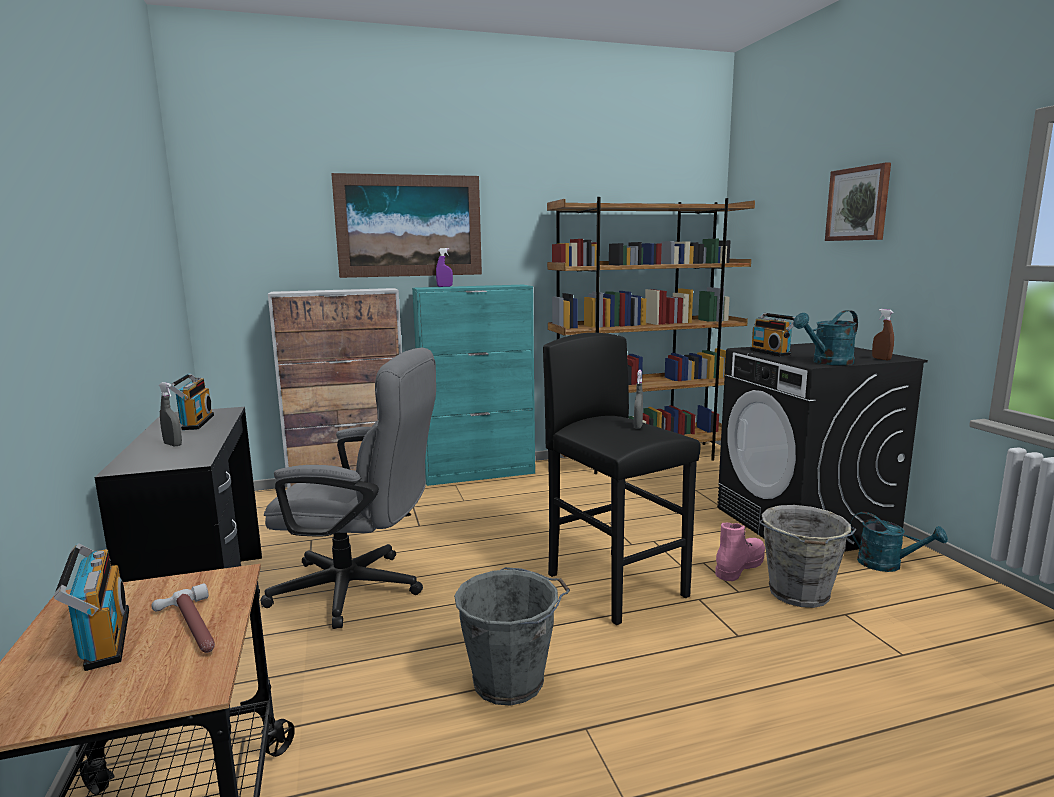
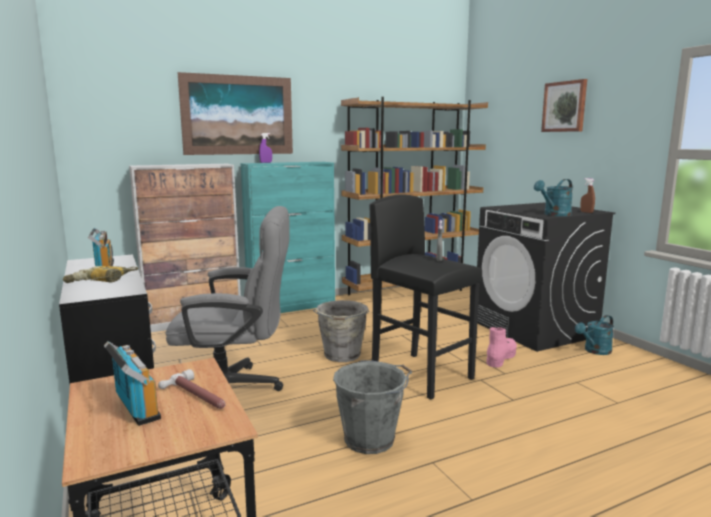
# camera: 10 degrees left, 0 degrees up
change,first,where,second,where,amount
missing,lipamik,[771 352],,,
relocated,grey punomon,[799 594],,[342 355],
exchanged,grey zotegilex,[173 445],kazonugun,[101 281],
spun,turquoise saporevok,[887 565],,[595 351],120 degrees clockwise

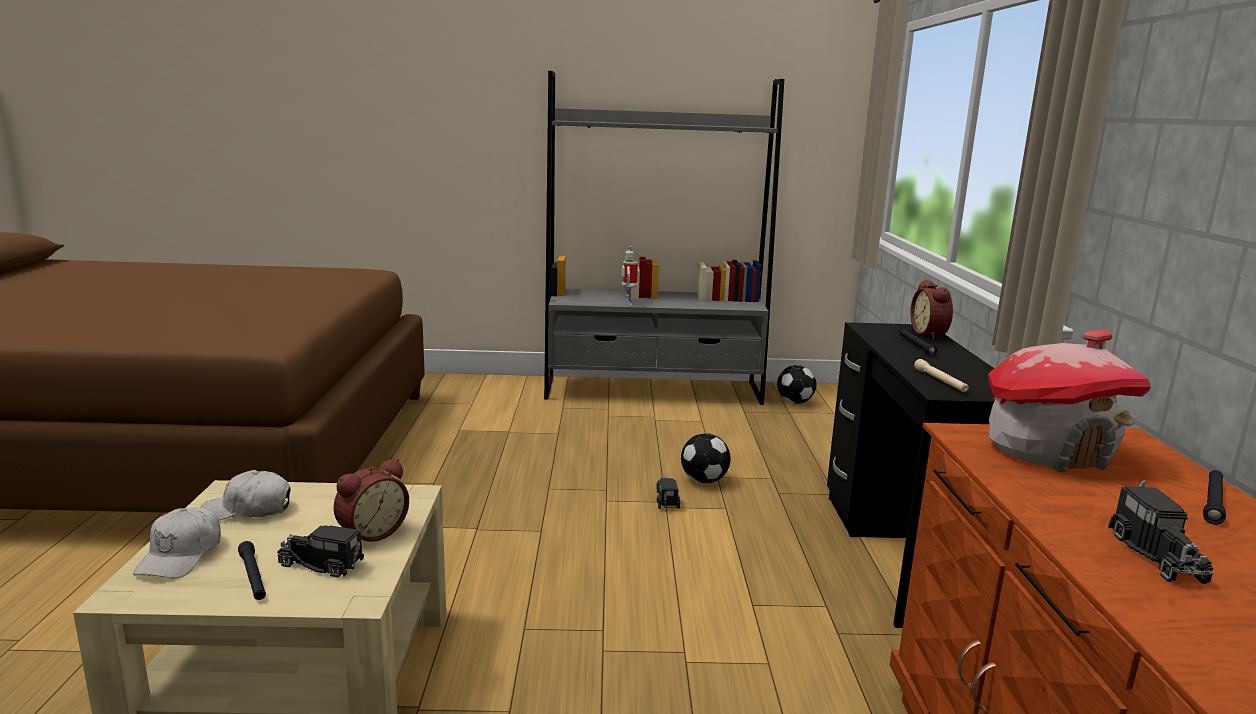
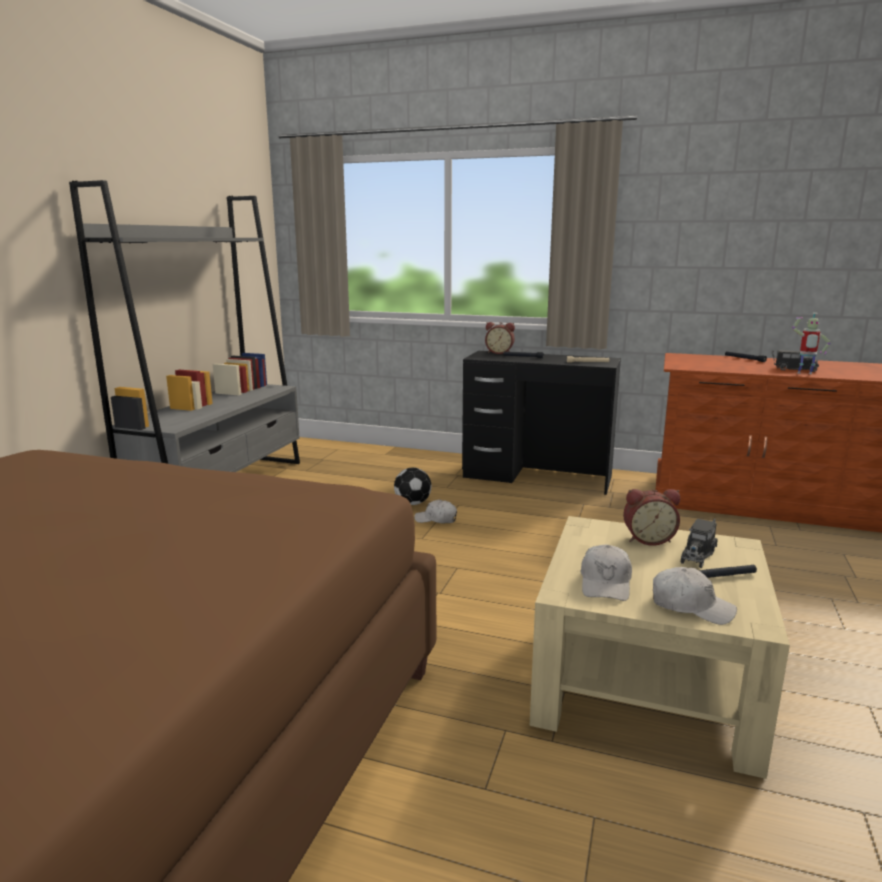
# camera: 70 degrees left, 0 degrees up
change,first,where,second,where,amount
missing,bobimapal,[795 402],,,
missing,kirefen,[1050 451],,,
relocated,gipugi,[628 303],,[804 374],
exchanged,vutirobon,[666 501],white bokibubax,[436 519],
spun,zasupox,[371 532],,[648 539],120 degrees clockwise

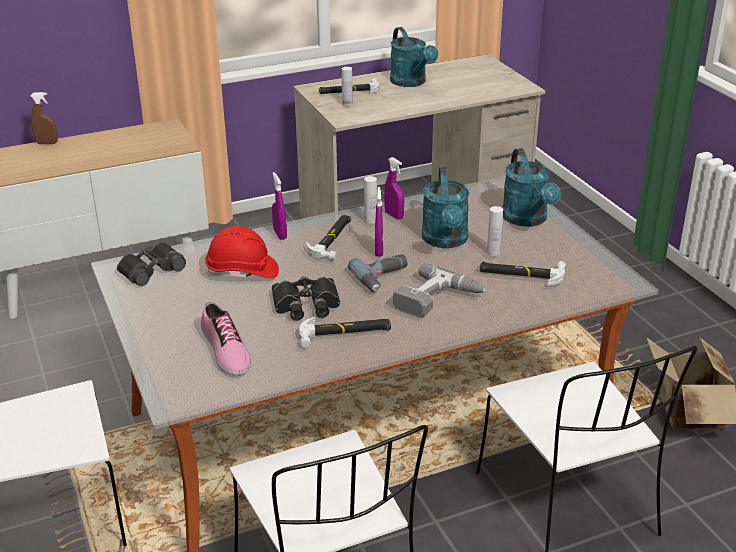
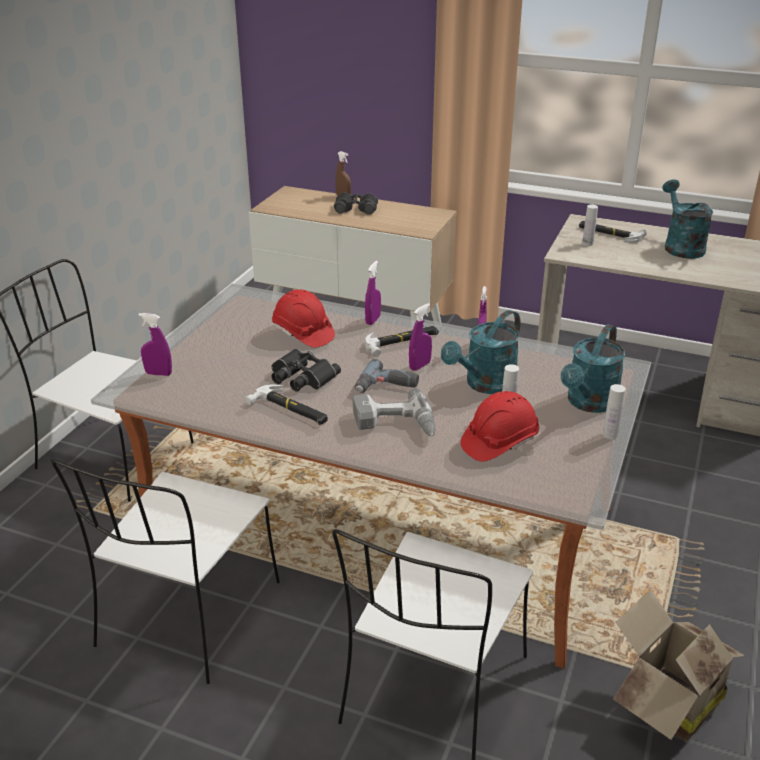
# camera: 45 degrees right, 0 degrees up
change,first,where,second,where,amount
missing,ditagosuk,[224 350],,,
appeared,,,purple zotegilex,[158 374],
relocated,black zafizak,[151 270],,[356 209],
relocated,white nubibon,[370 220],,[610 434],
exchanged,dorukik,[521 274],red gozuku,[499 442],
spun,turquoise saporevok,[411 83],,[680 246],150 degrees clockwise

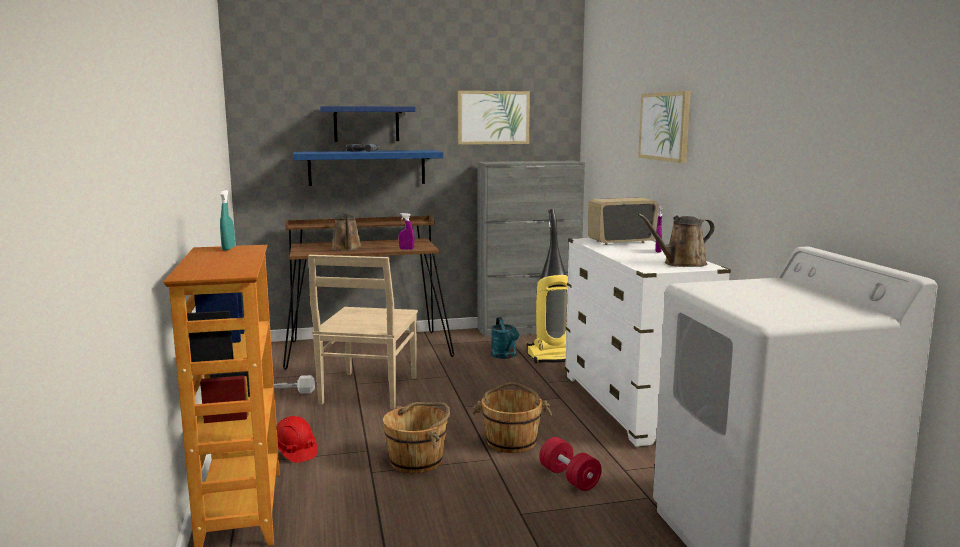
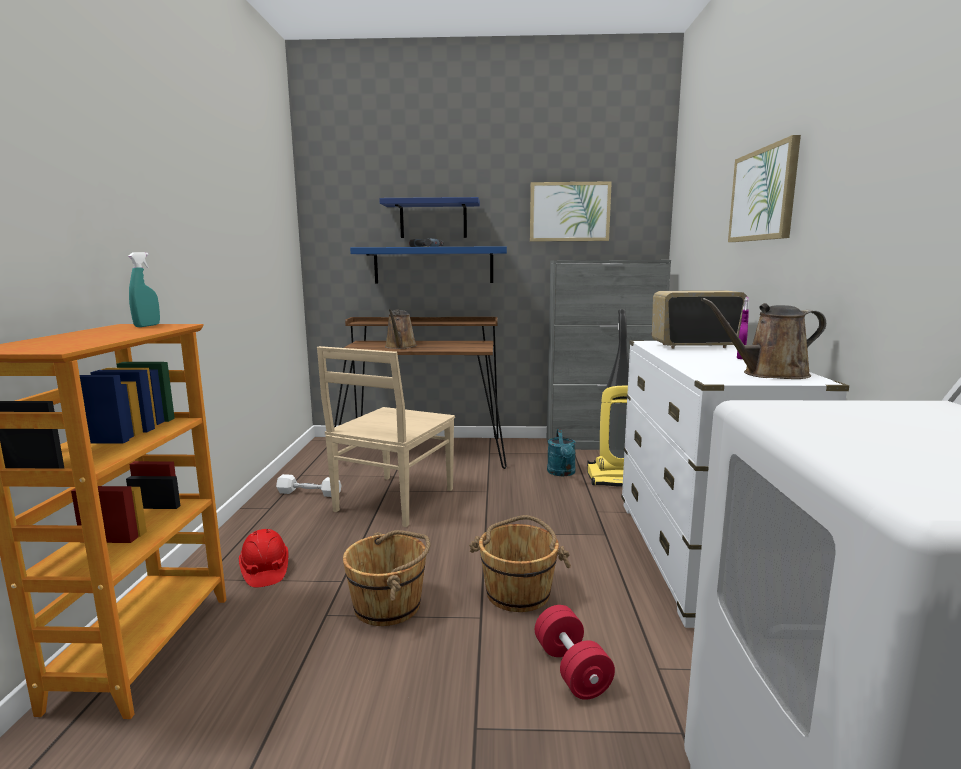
# camera: 15 degrees right, 0 degrees up
change,first,where,second,where,amount
missing,purple zotegilex,[406 249],,,

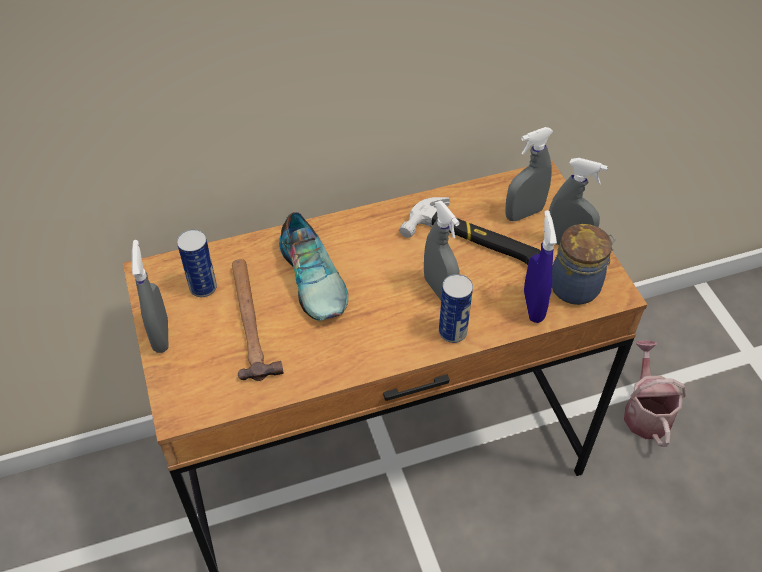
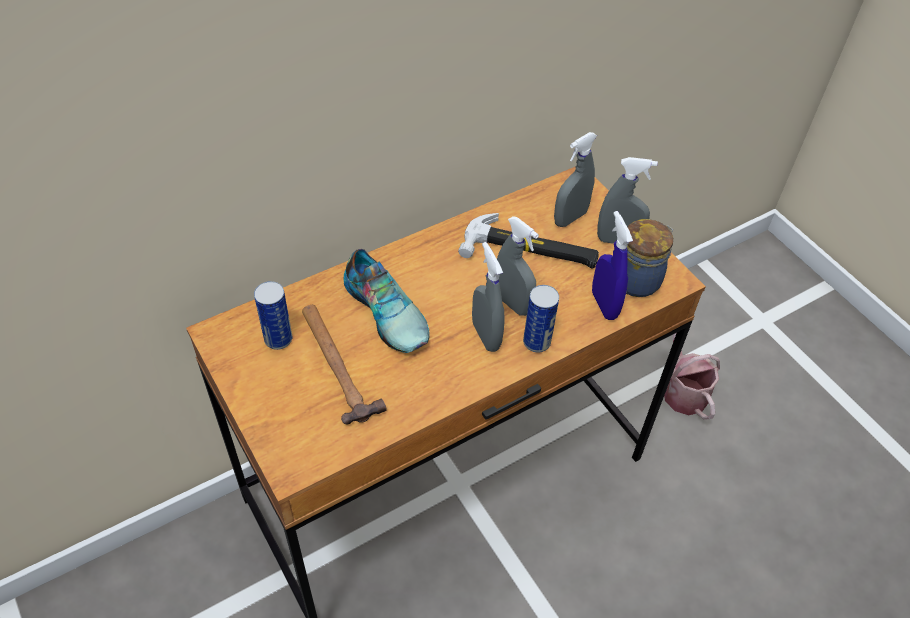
# camera: 15 degrees left, 0 degrees up
change,first,where,second,where,amount
relocated,grey zotegilex,[161 335],,[486 336],

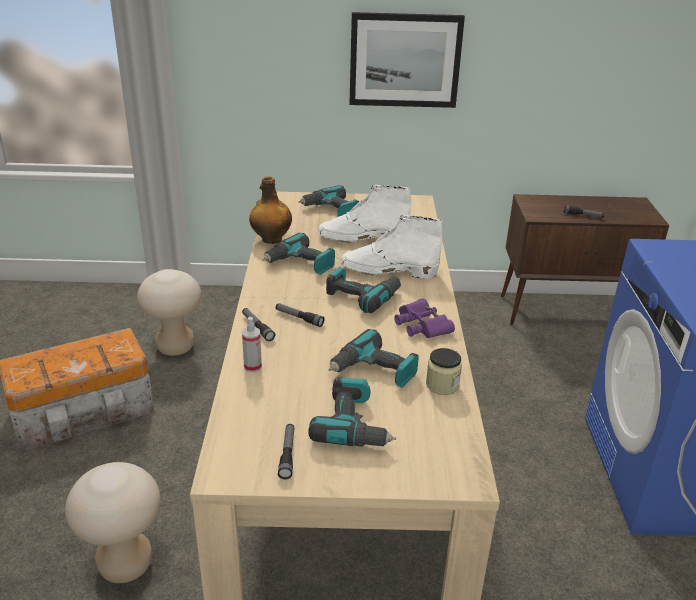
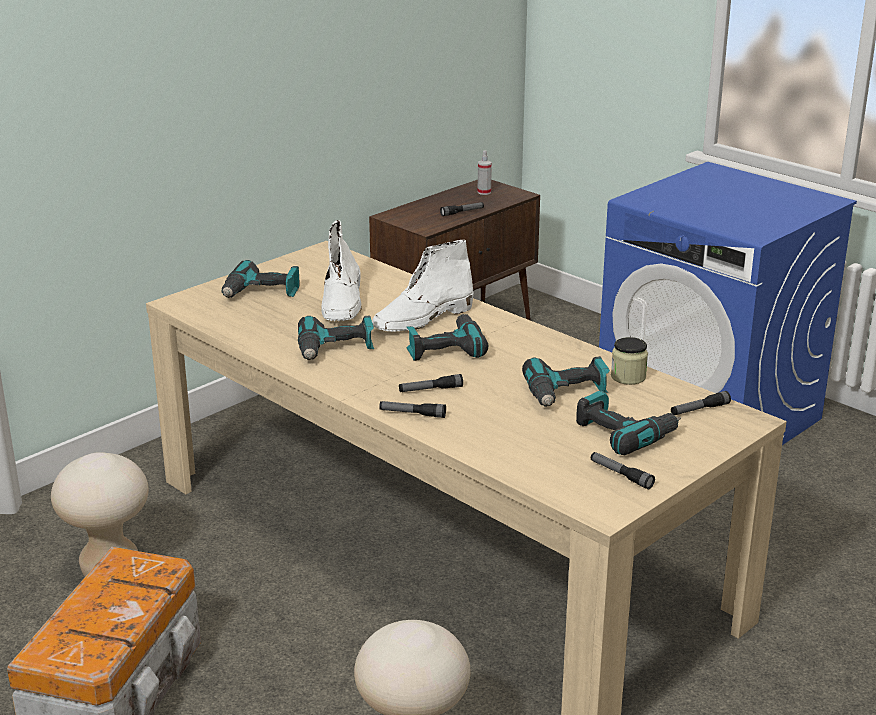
# camera: 45 degrees left, 5 degrees down
change,first,where,second,where,amount
missing,nubibon,[271 239],,,
missing,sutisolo,[405 60],,,
missing,purple zafizak,[422 325],,,
appeared,,,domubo,[699 410],
relocated,zotegilex,[252 366],,[484 192],
spun,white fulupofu,[362 237],,[342 303],45 degrees counterclockwise

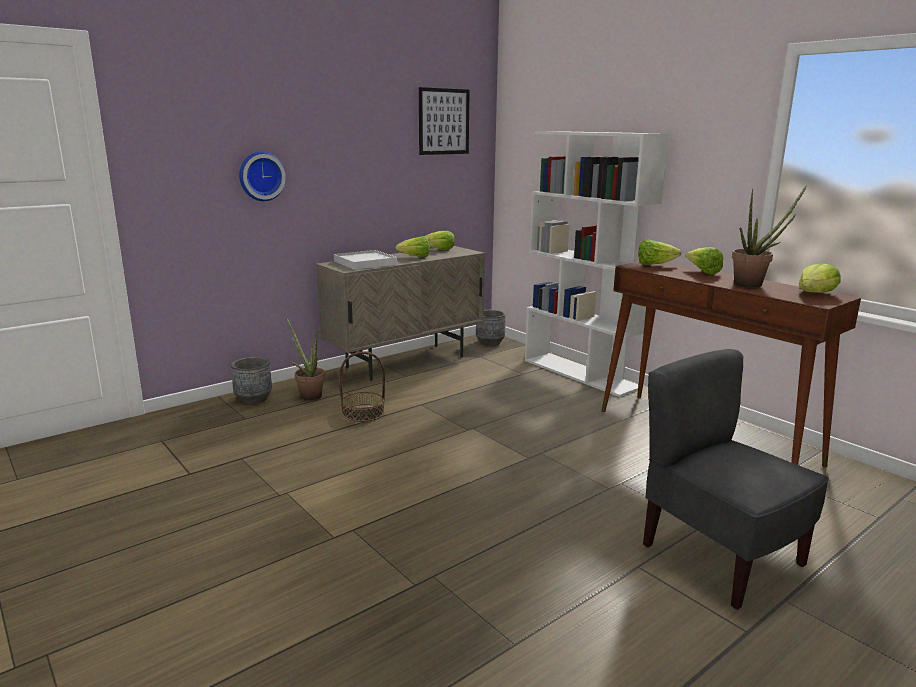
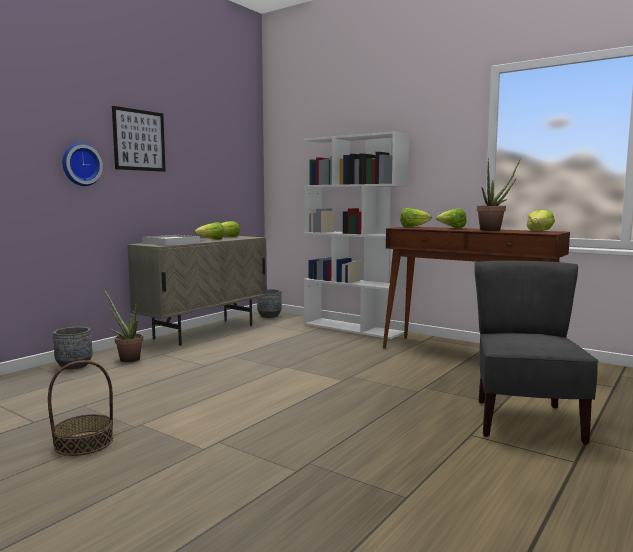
# camera: 15 degrees left, 10 degrees down
change,first,where,second,where,amount
relocated,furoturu,[363 413],,[84 443],
relocated,sutisolo,[444 121],,[139 140],
spun,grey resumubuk,[719 556],,[525 421],60 degrees clockwise

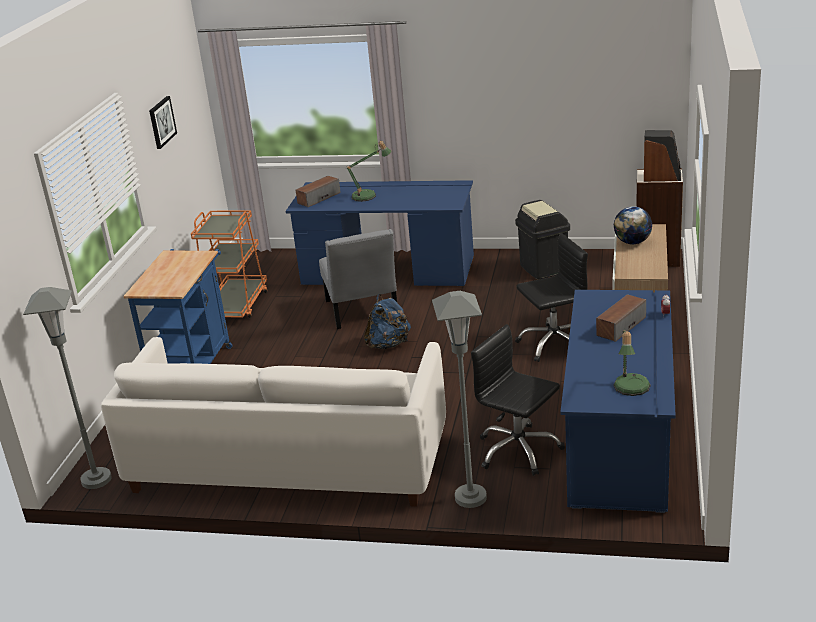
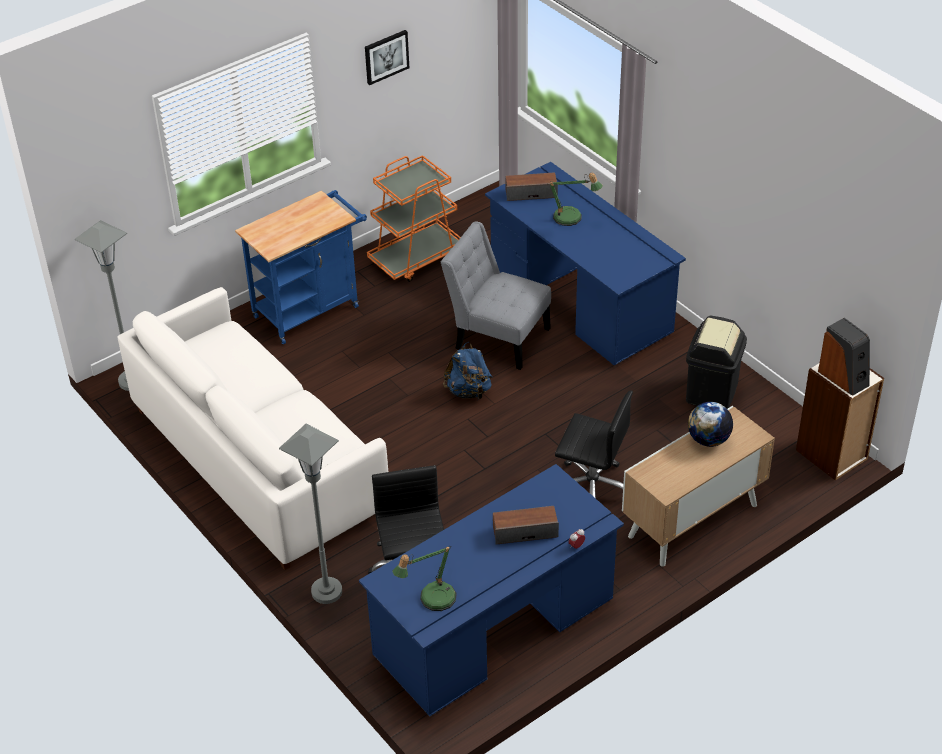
# camera: 40 degrees right, 15 degrees up
change,first,where,second,where,amount
spun,grey resumubuk,[362 311],,[497 336],90 degrees clockwise

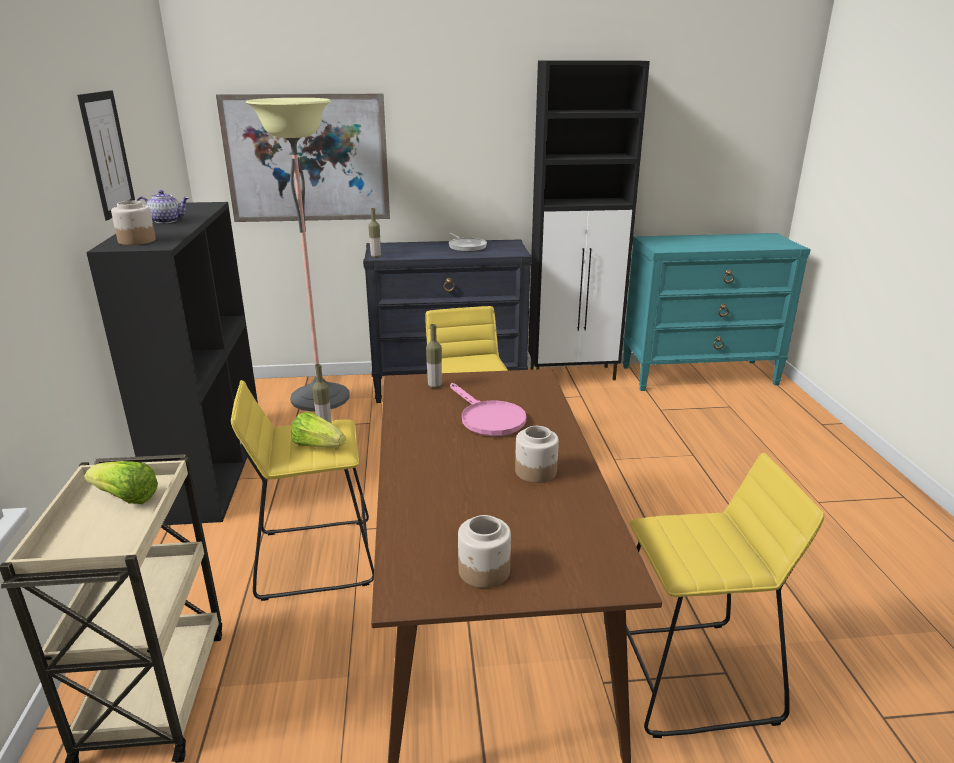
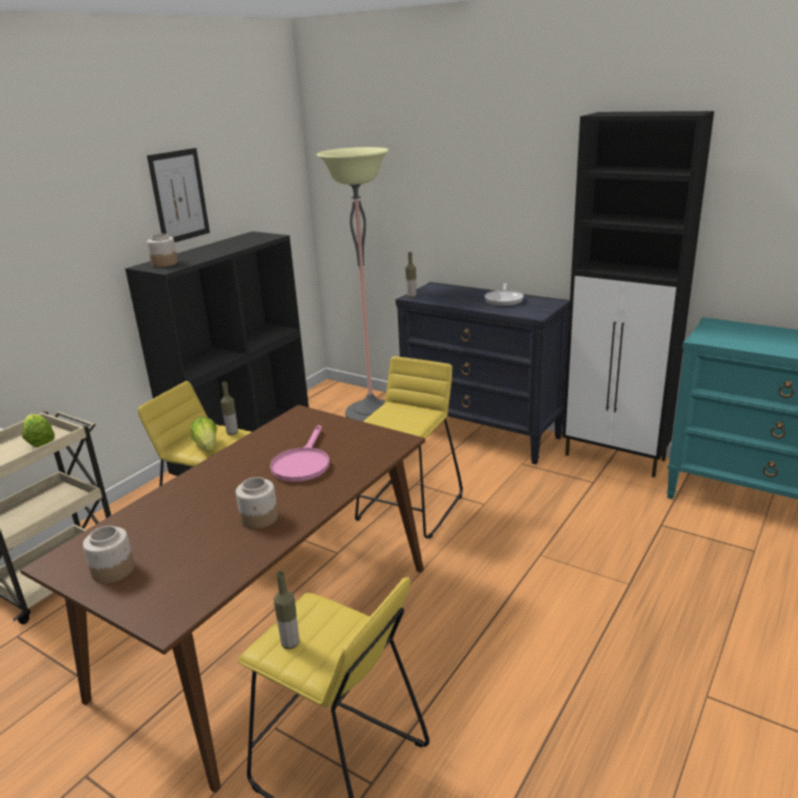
# camera: 40 degrees right, 0 degrees up
change,first,where,second,where,amount
missing,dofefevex,[166 221],,,
missing,sutisolo,[307 159],,,
relocated,nubibon,[434 386],,[290 643],

